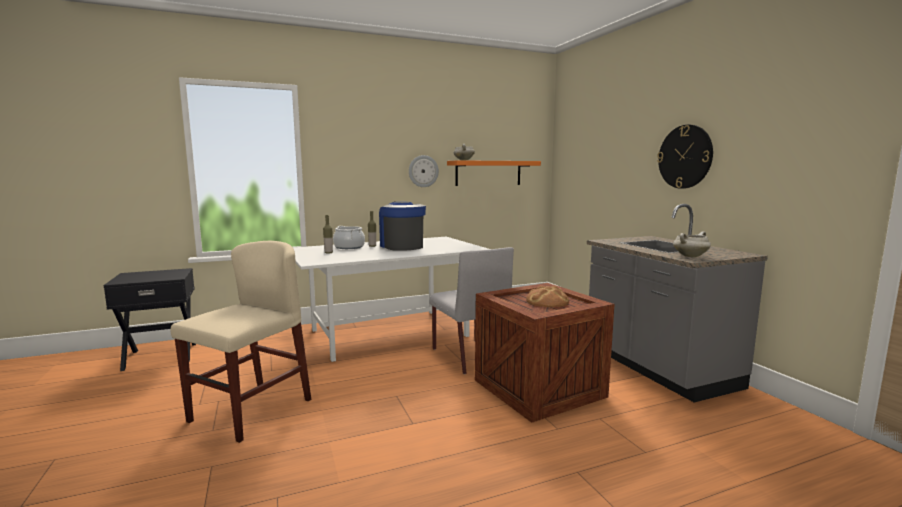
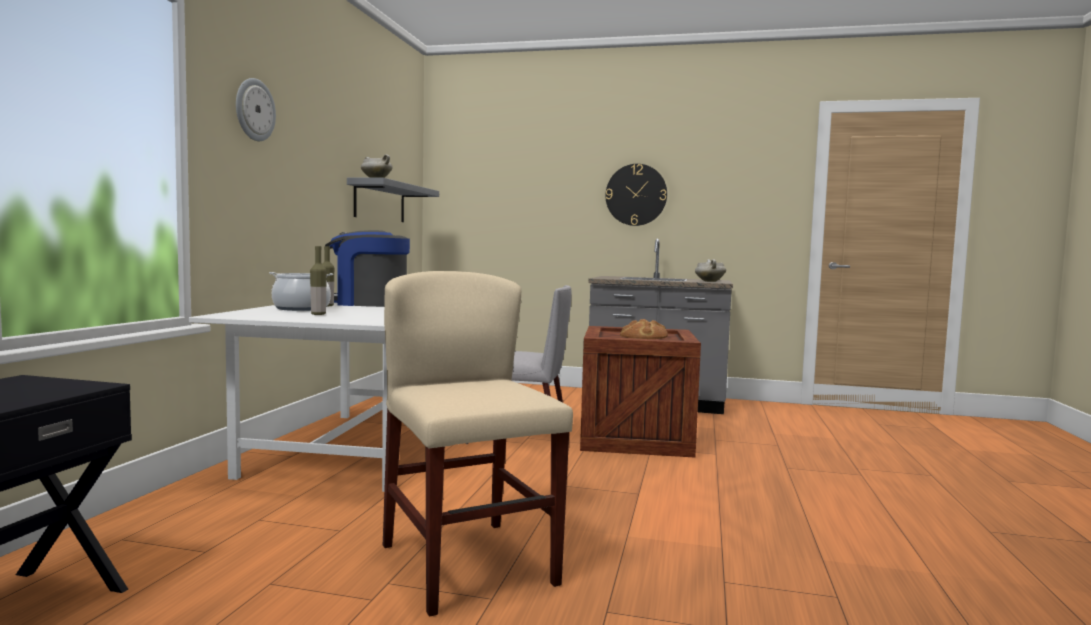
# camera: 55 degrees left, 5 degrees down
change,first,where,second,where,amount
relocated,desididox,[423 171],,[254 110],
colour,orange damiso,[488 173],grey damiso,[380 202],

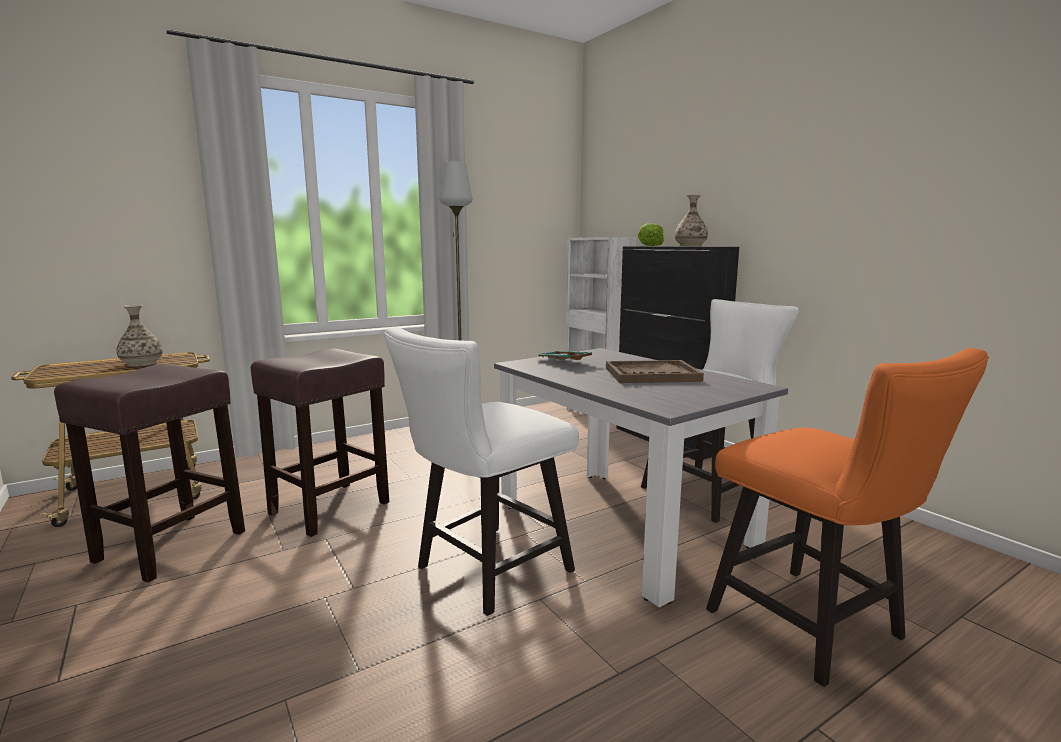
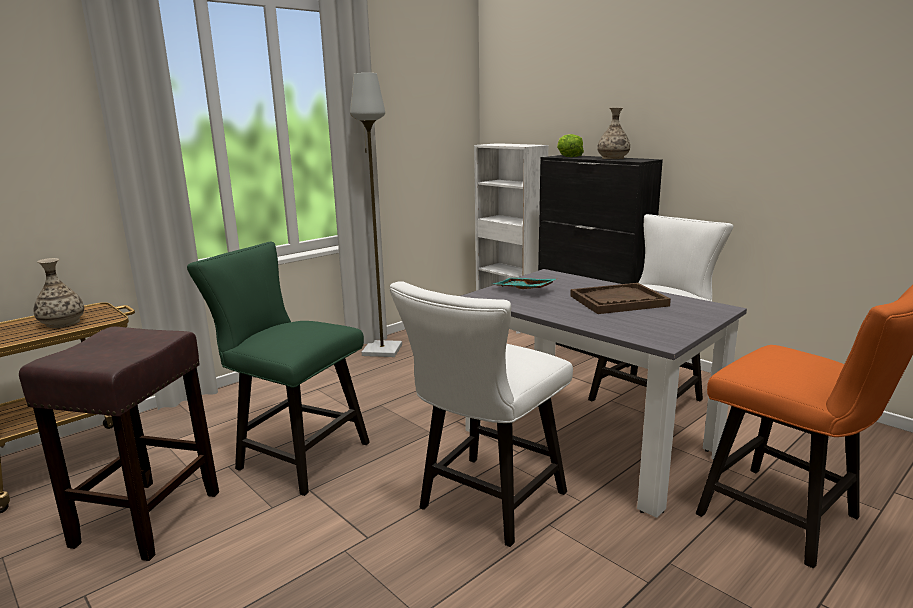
# camera: 10 degrees left, 5 degrees up
change,first,where,second,where,amount
exchanged,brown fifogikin,[331 507],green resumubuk,[295 455],

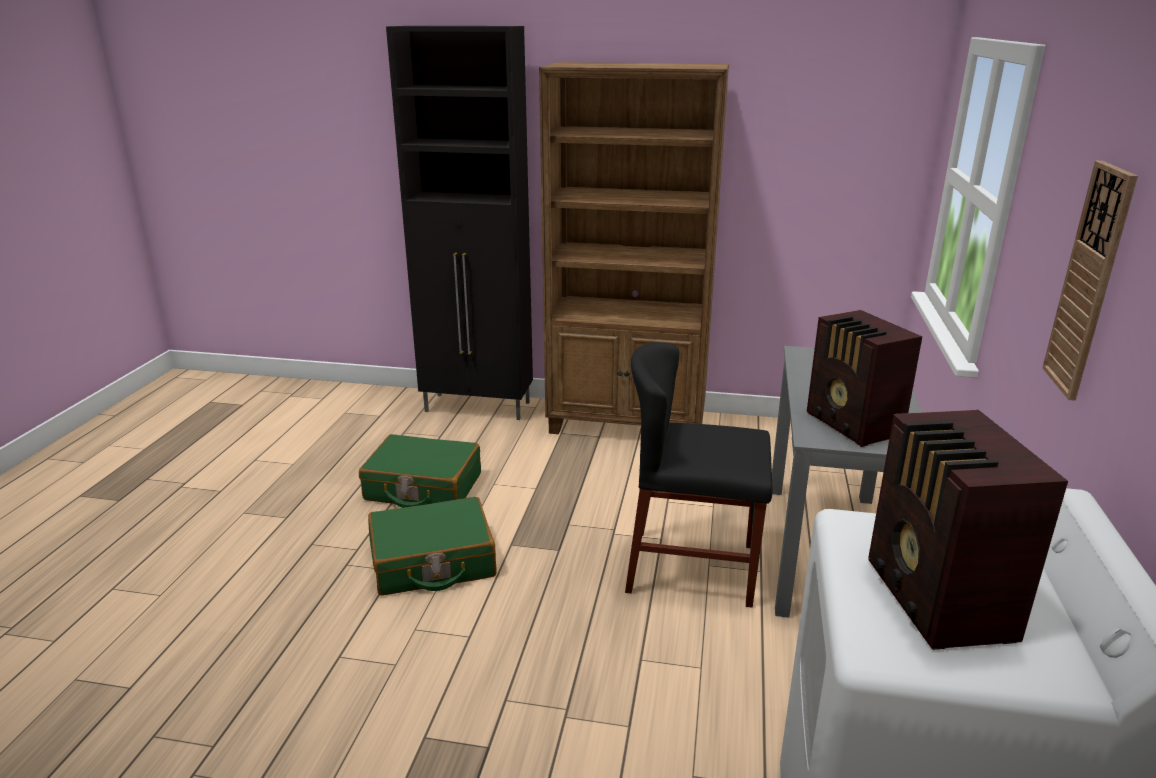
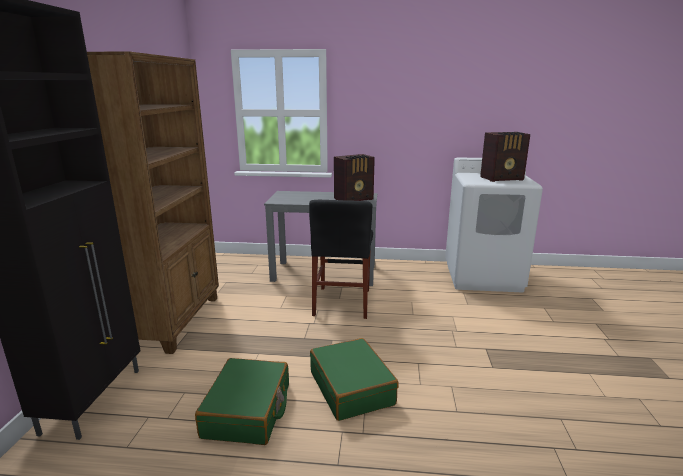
# camera: 95 degrees left, 5 degrees down
change,first,where,second,where,amount
missing,desididox,[1089 282],,,

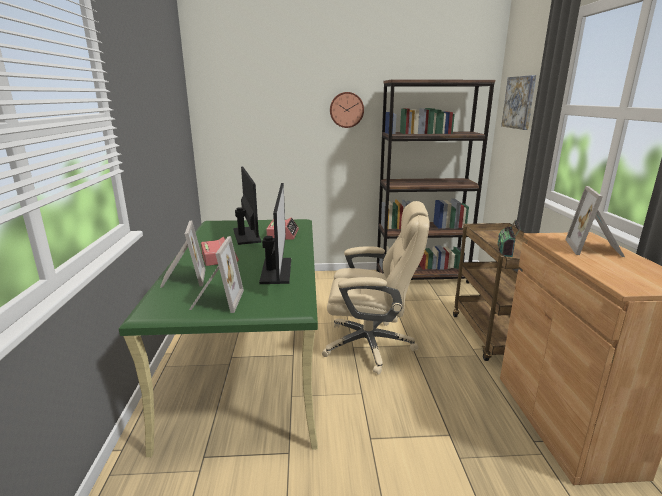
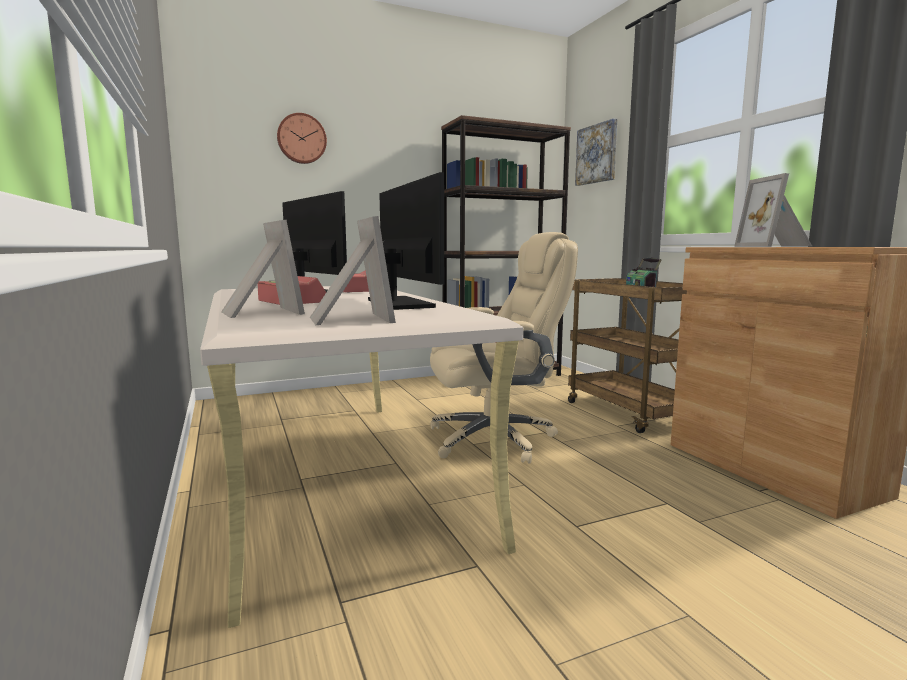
# camera: 20 degrees left, 10 degrees down
change,first,where,second,where,amount
relocated,desididox,[346 110],,[301 139],
colour,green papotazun,[251 358],beige papotazun,[334 475],

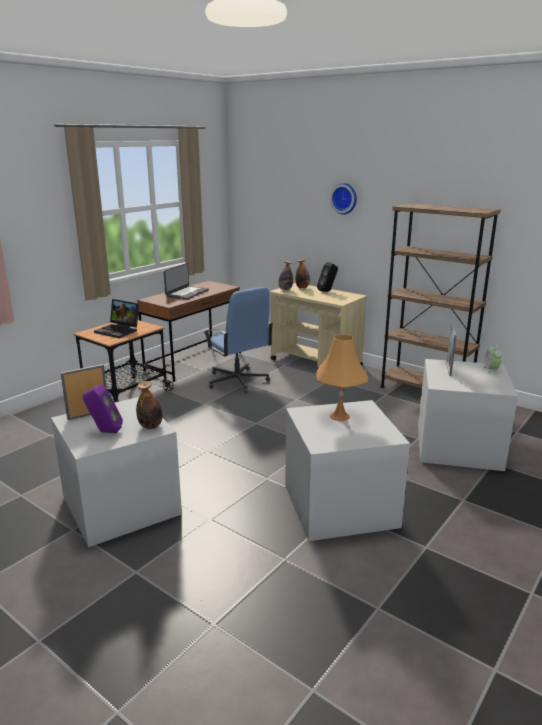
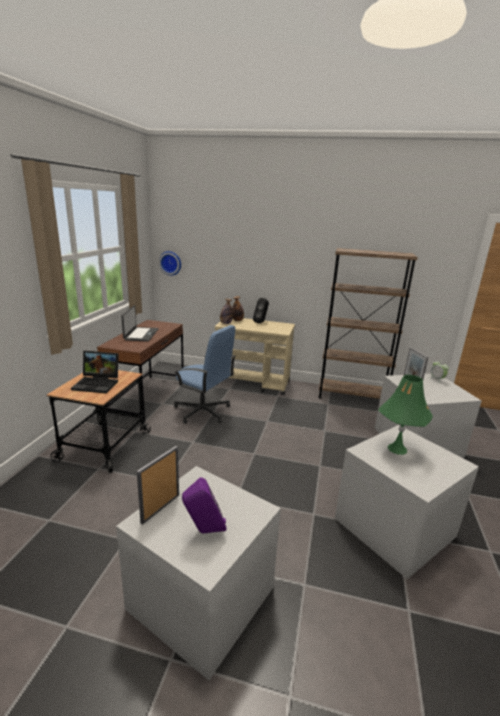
# camera: 25 degrees left, 0 degrees up
change,first,where,second,where,amount
missing,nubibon,[150 426],,,
relocated,desididox,[344 198],,[171 263],
colour,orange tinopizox,[339 416],green tinopizox,[397 449],

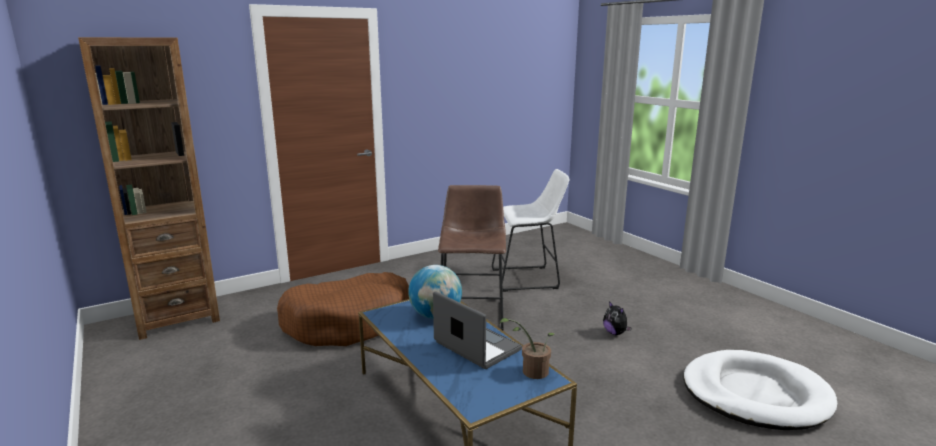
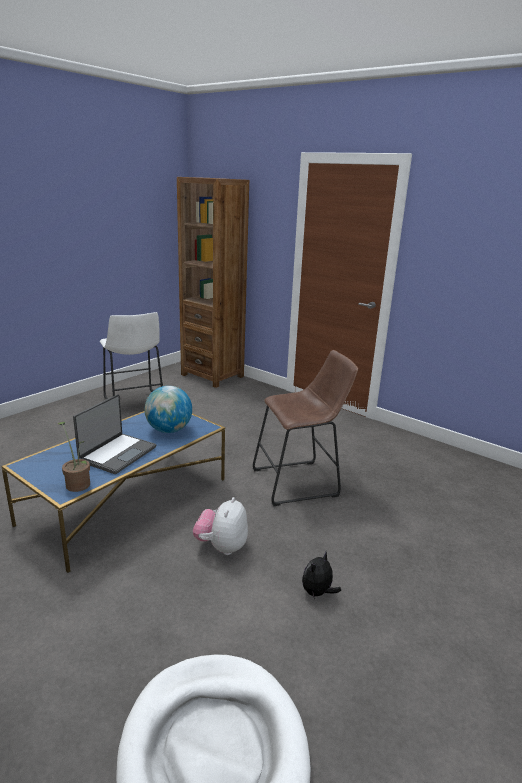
# camera: 70 degrees right, 5 degrees up
change,first,where,second,where,amount
missing,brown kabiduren,[348 322],,,
appeared,,,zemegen,[222 547],
relocated,white fifogikin,[529 279],,[134 404],

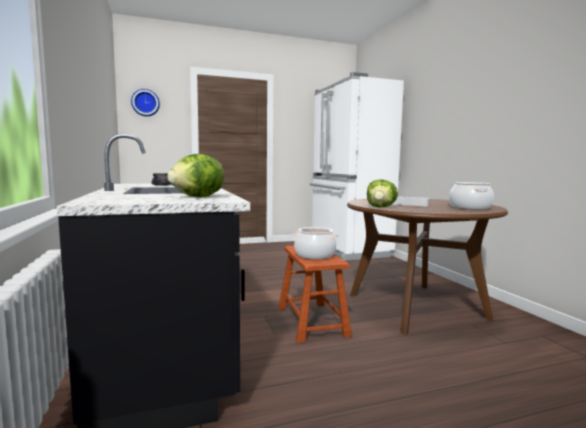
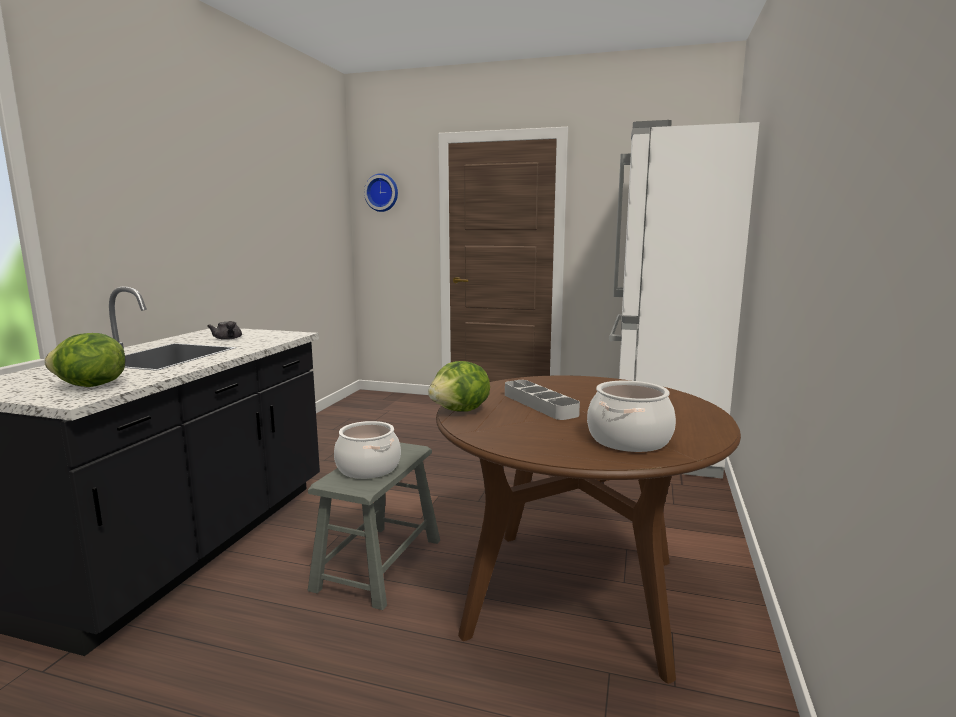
# camera: 35 degrees right, 5 degrees up
change,first,where,second,where,amount
colour,brown fifogikin,[311 321],grey fifogikin,[378 564],

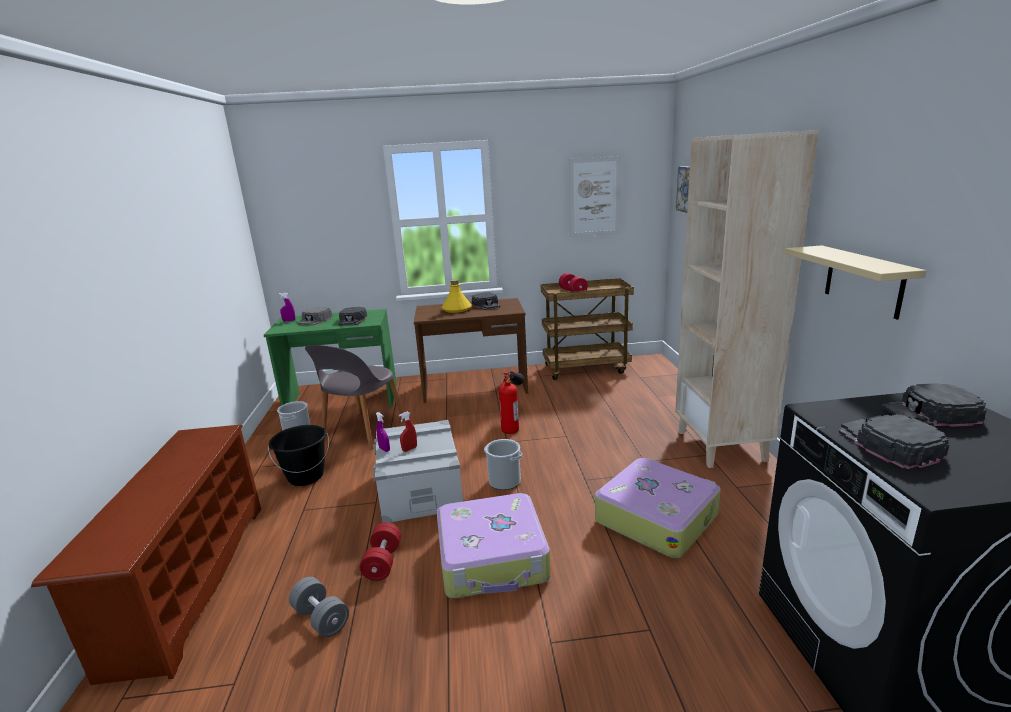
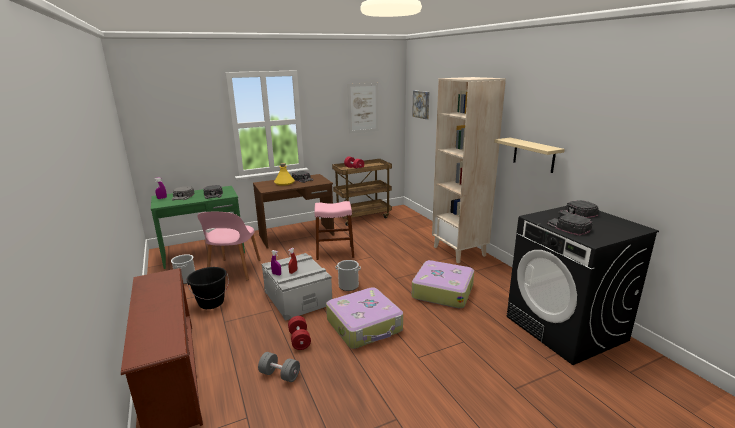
# camera: 20 degrees left, 0 degrees up
change,first,where,second,where,amount
exchanged,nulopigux,[513 422],pink fifogikin,[335 253],
colour,grey resumubuk,[363 431],pink resumubuk,[234 270],

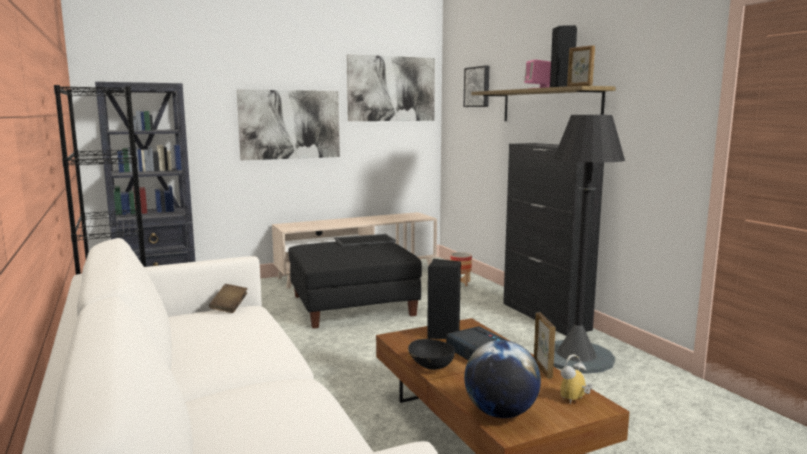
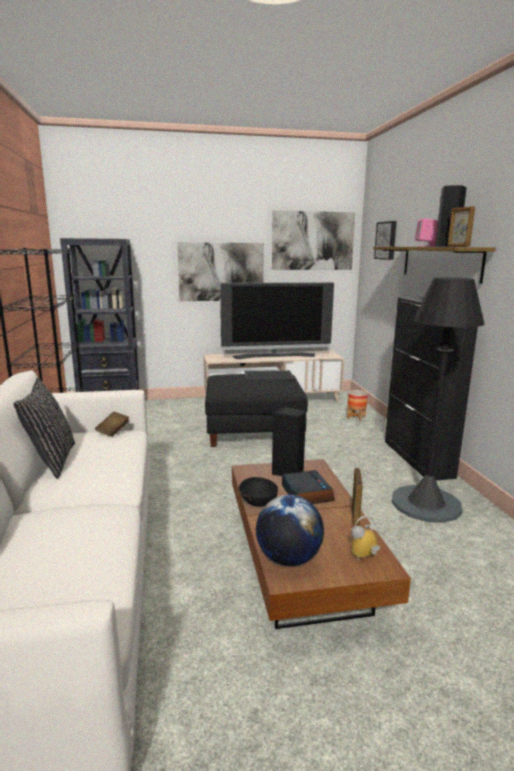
# camera: 15 degrees right, 5 degrees up
change,first,where,second,where,amount
appeared,,,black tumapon,[52 461],
appeared,,,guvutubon,[275 356],

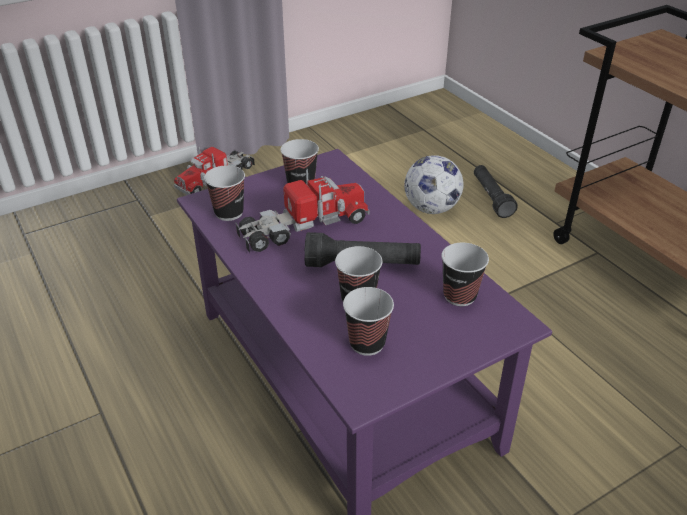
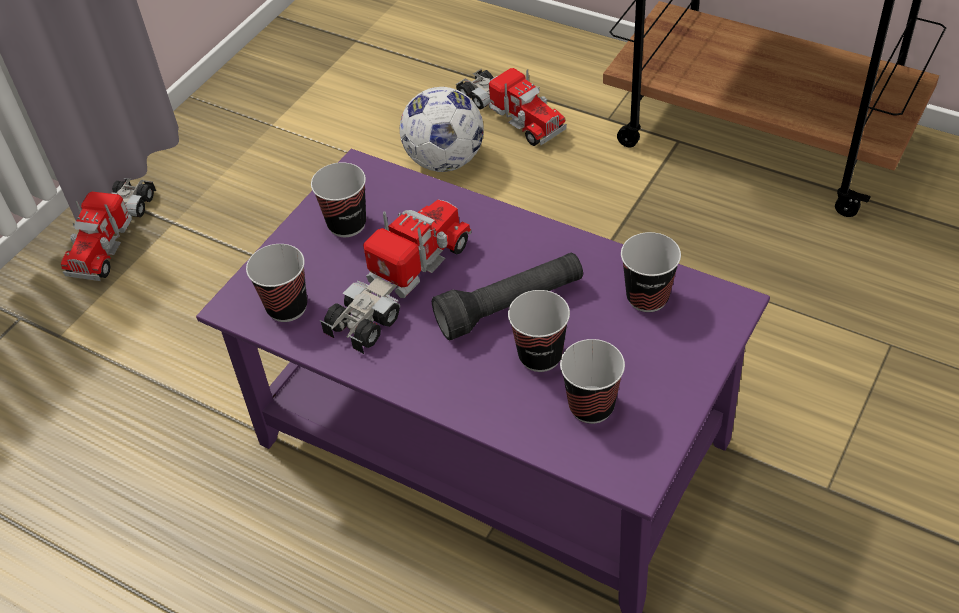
# camera: 25 degrees left, 10 degrees up
change,first,where,second,where,amount
exchanged,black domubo,[491 198],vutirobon,[509 113],

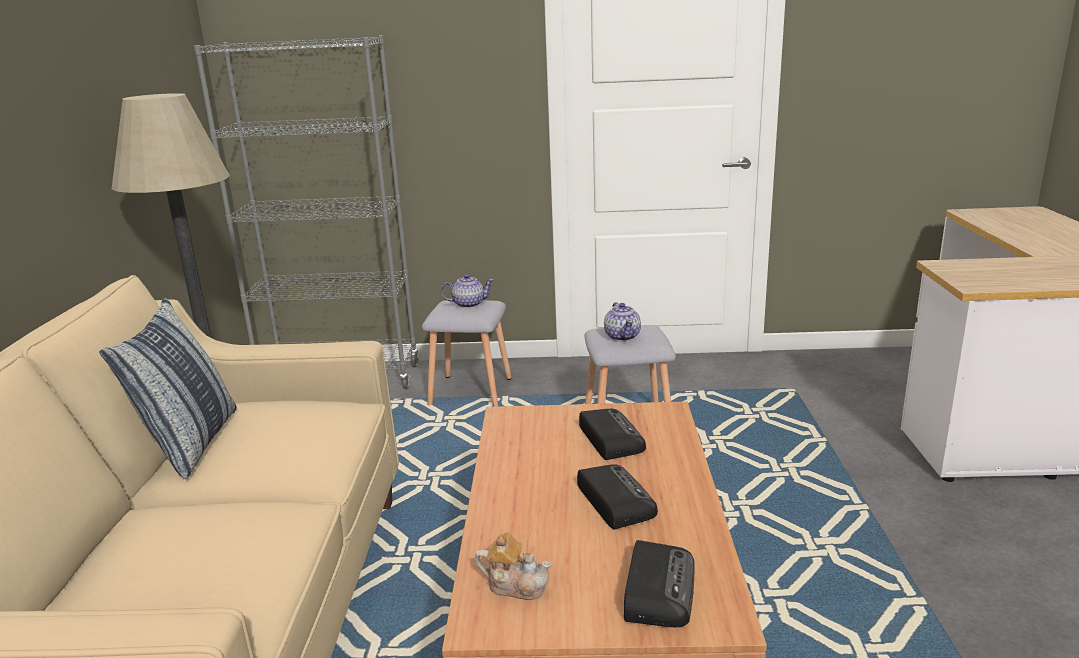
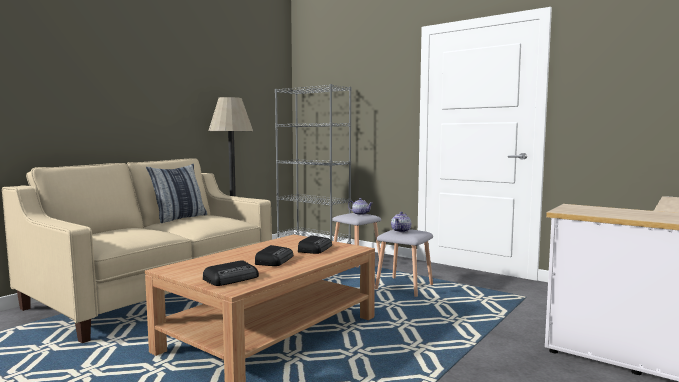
# camera: 35 degrees right, 15 degrees down
change,first,where,second,where,amount
missing,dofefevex,[515 585],,,

